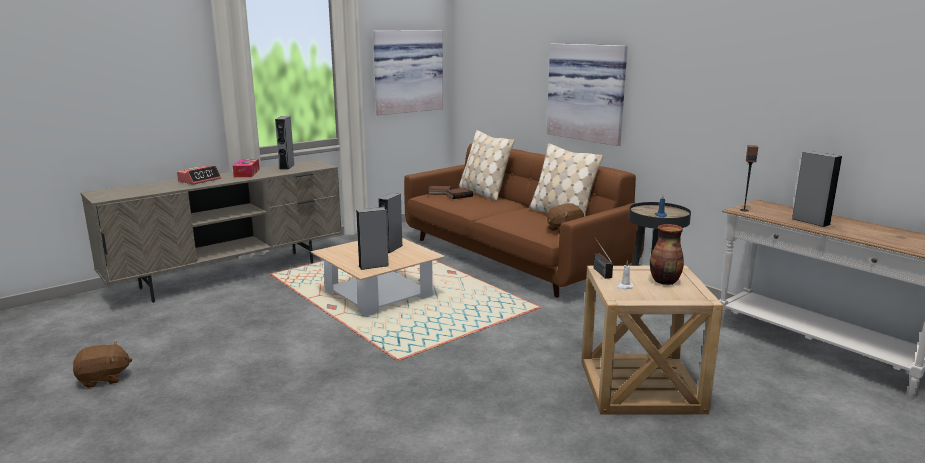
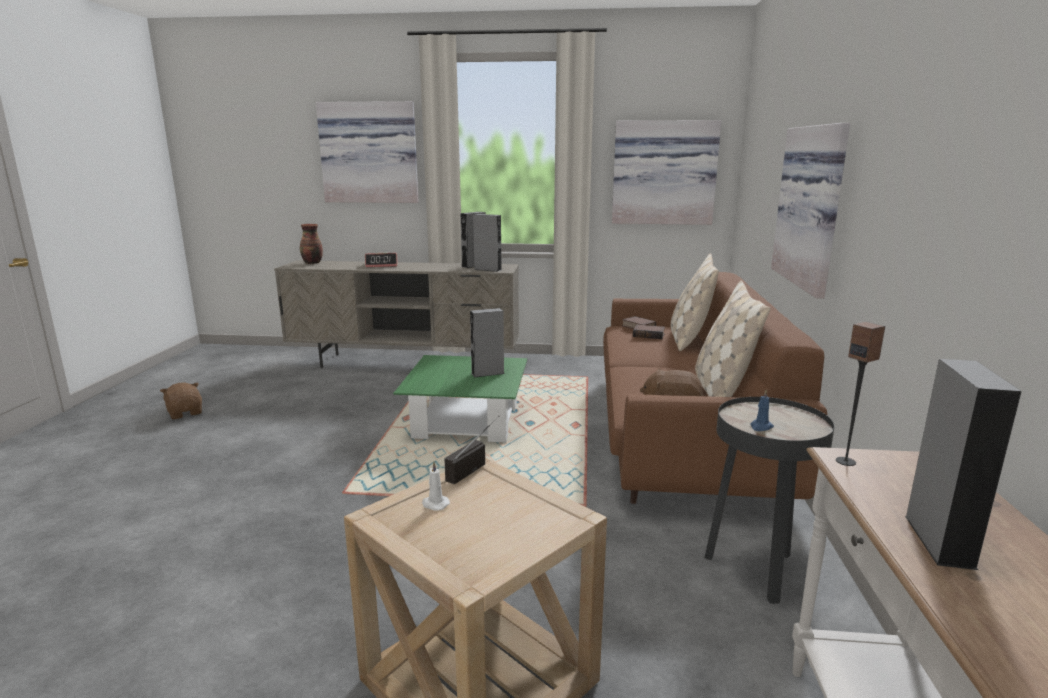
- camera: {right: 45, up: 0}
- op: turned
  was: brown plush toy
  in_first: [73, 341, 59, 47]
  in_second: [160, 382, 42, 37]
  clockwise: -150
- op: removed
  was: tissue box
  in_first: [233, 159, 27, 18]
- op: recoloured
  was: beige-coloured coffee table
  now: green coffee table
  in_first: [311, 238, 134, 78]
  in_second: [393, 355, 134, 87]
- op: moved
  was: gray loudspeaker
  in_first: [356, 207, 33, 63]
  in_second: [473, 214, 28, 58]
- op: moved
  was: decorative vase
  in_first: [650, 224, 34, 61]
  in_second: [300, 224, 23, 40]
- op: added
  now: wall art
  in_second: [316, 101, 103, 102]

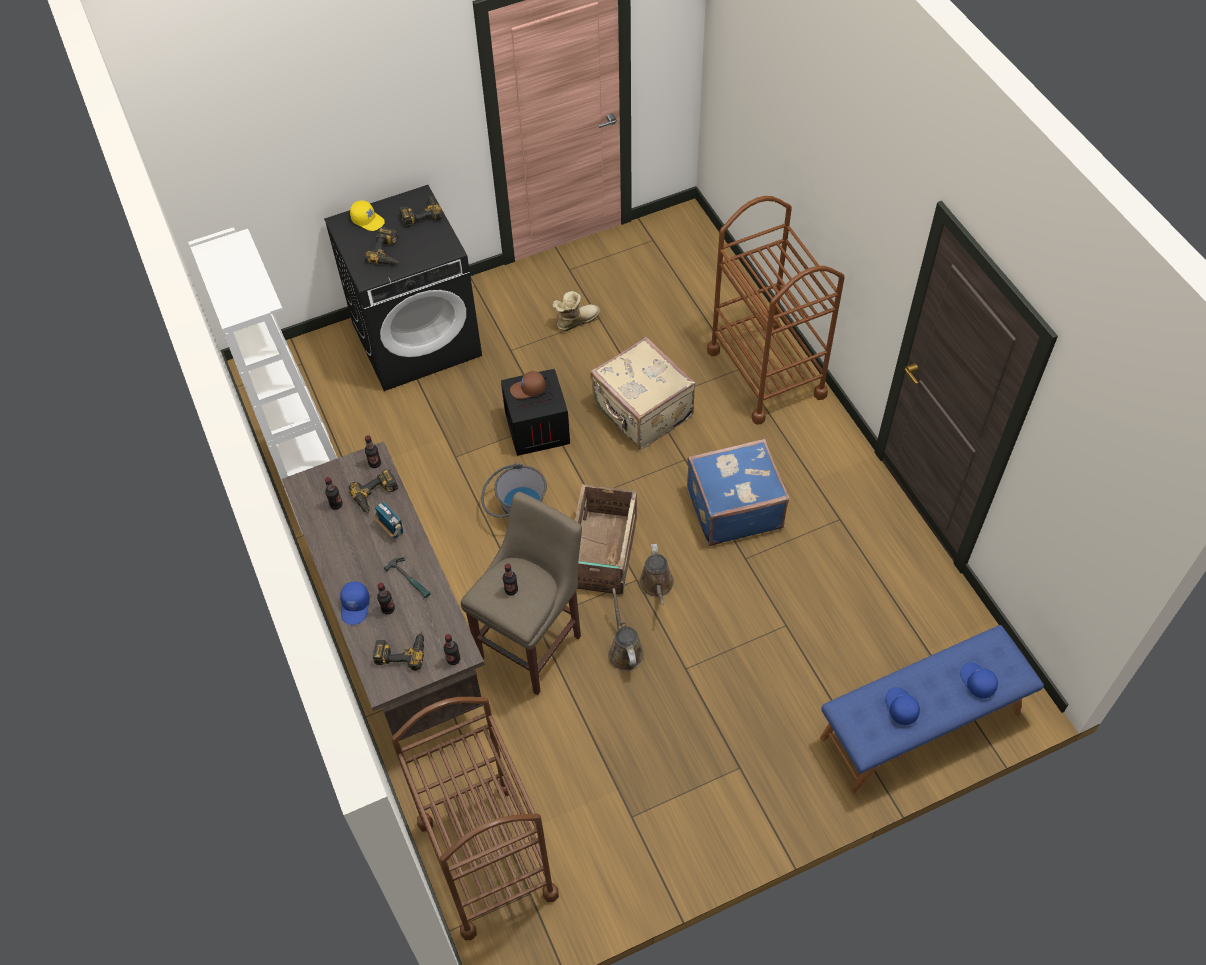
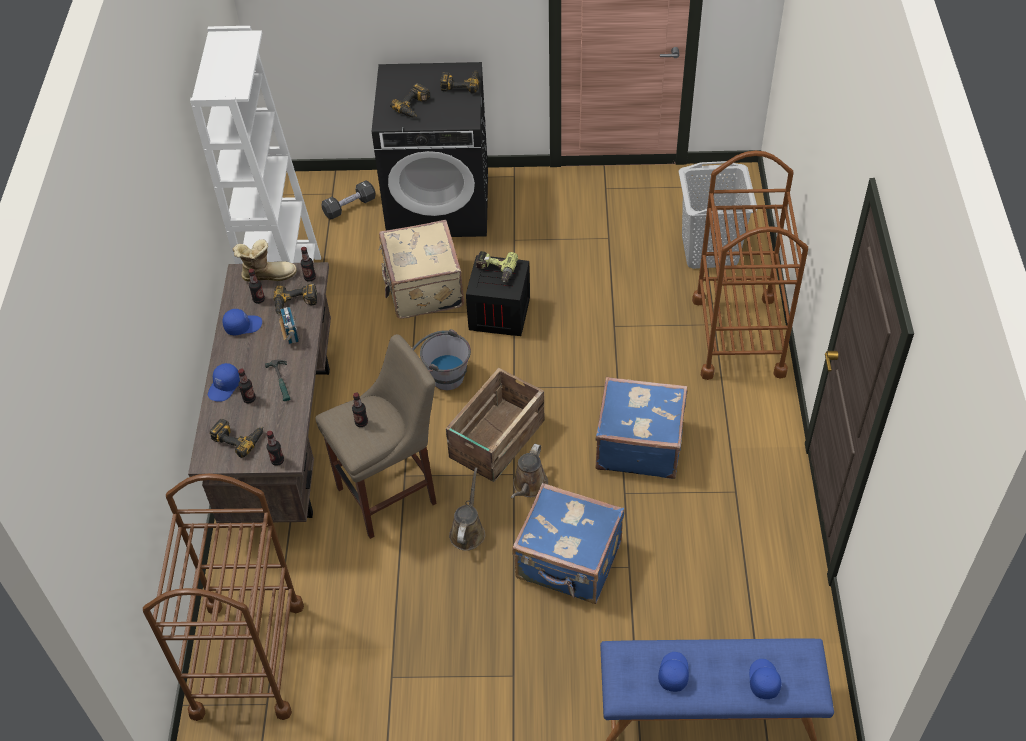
- camera: {right: 25, up: -5}
- op: removed
  was: yellow-coloured cap
  in_first: [350, 201, 35, 30]
- op: replaced
  was: brown cap
  now: power drill
  in_first: [510, 371, 35, 28]
  in_second: [475, 251, 43, 31]
- op: moved
  was: boot
  in_first: [552, 291, 48, 41]
  in_second: [233, 240, 64, 42]
- op: moved
  was: beige-coloured piece of luggage
  in_first: [590, 337, 105, 112]
  in_second: [379, 220, 85, 99]
- op: added
  now: blue cap
  in_second: [222, 309, 40, 26]
- op: added
  now: blackish hand weight
  in_second: [321, 181, 55, 39]
- op: added
  now: blue piece of luggage
  in_second: [512, 483, 113, 121]
- op: added
  now: gray washing basket
  in_second: [679, 161, 78, 108]

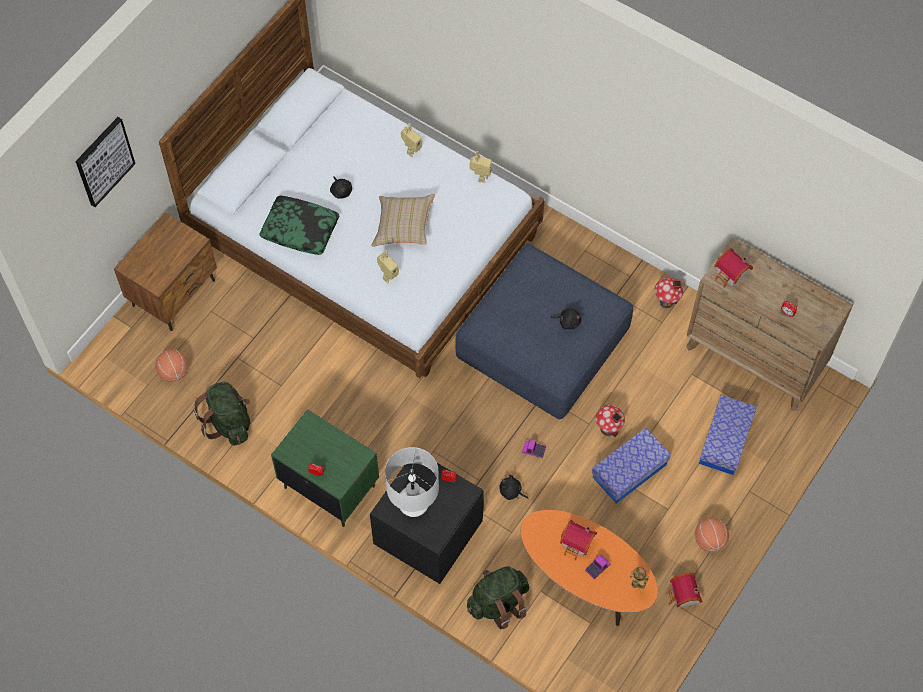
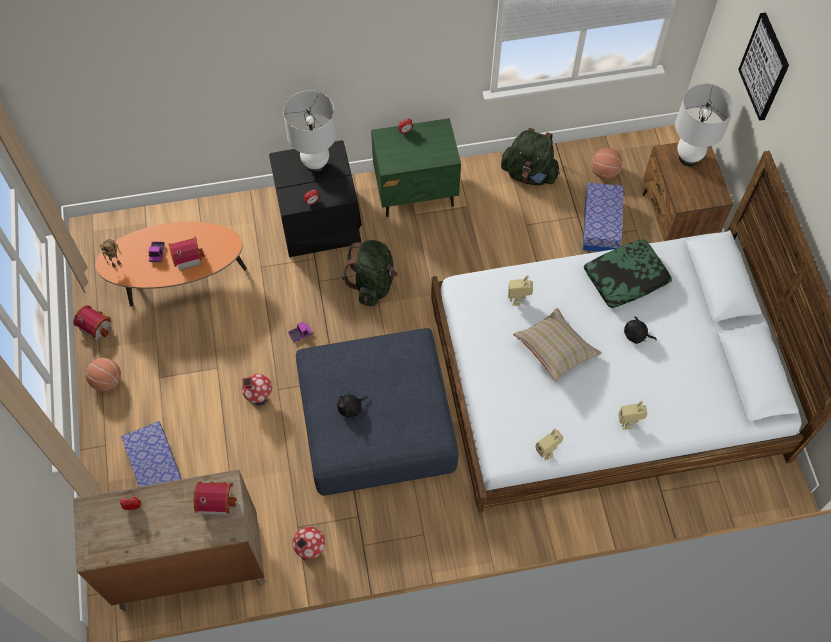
- camera: {right: 135, up: 0}
- op: moved
  was: green backpack
  in_first: [467, 566, 62, 63]
  in_second: [342, 240, 56, 66]
- op: removed
  was: blackish plush toy
  in_first: [499, 475, 29, 25]
- op: moved
  was: storage container
  in_first: [592, 428, 79, 76]
  in_second: [583, 182, 41, 70]
- op: added
  now: whitish tabletop lamp
  in_second: [675, 84, 59, 82]

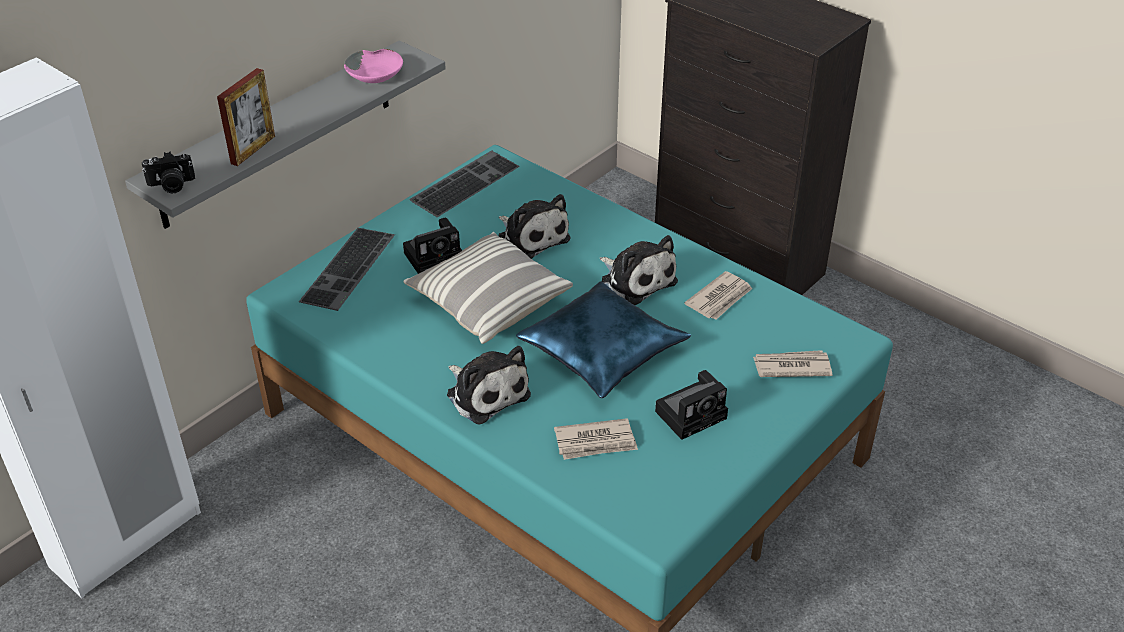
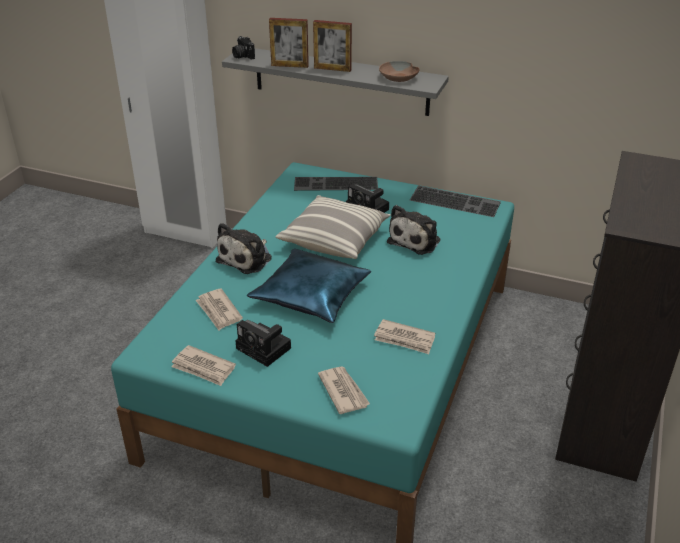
- camera: {right: 70, up: -5}
- op: recoloured
  was: pinkish bowl
  now: brown bowl
  in_first: [344, 49, 59, 34]
  in_second: [379, 61, 41, 21]
- op: removed
  was: plush toy
  in_first: [600, 235, 78, 70]
- op: added
  now: newspaper
  in_second: [171, 345, 65, 41]
- op: added
  now: picture frame
  in_second: [313, 20, 39, 52]

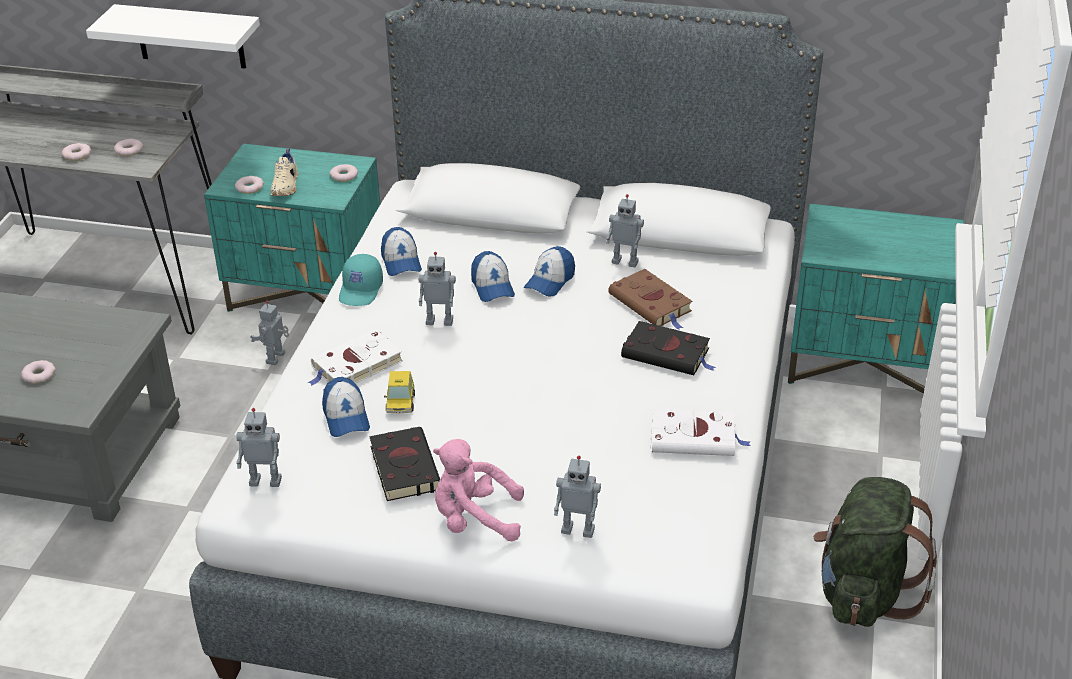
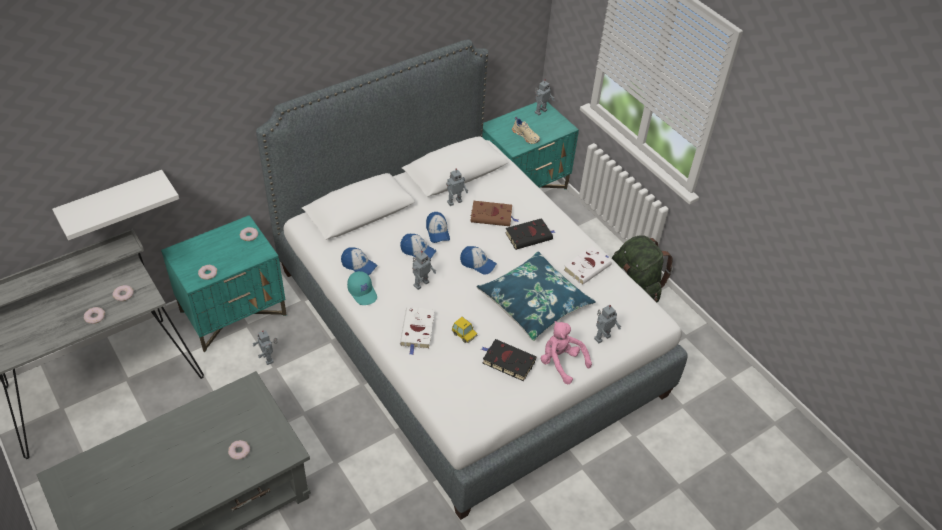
- camera: {right: -50, up: 10}
- op: moved
  was: robot figure
  in_first: [236, 408, 46, 79]
  in_second: [535, 79, 20, 36]
- op: moved
  was: beige-coloured low shoe
  in_first: [271, 149, 27, 47]
  in_second: [512, 117, 28, 27]
- op: moved
  was: cap
  in_first: [322, 377, 48, 60]
  in_second: [460, 246, 37, 28]
- op: turned
  was: pinkish plush toy
  in_first: [433, 439, 91, 102]
  in_second: [541, 321, 51, 63]
  clockwise: 90
- op: added
  now: blue cushion
  in_second: [476, 252, 120, 89]

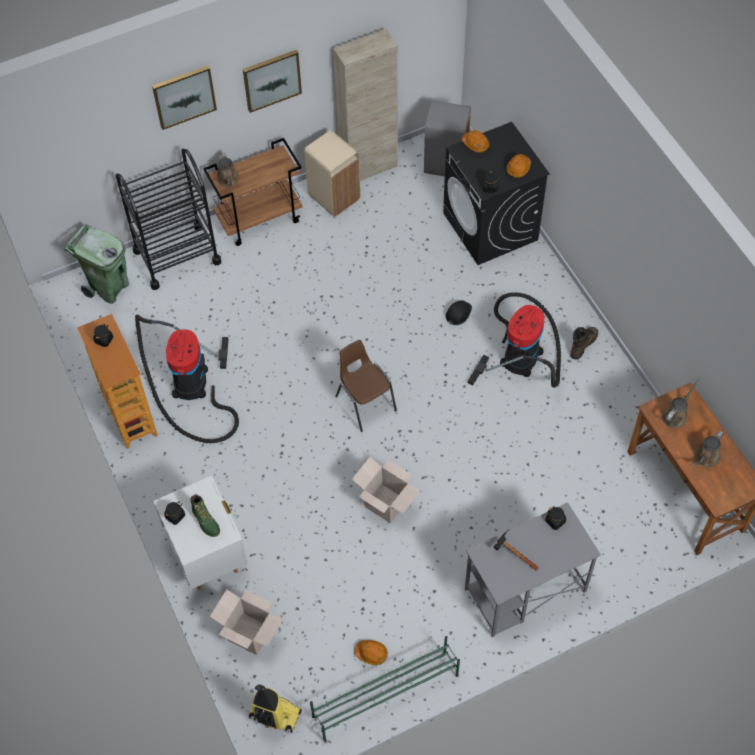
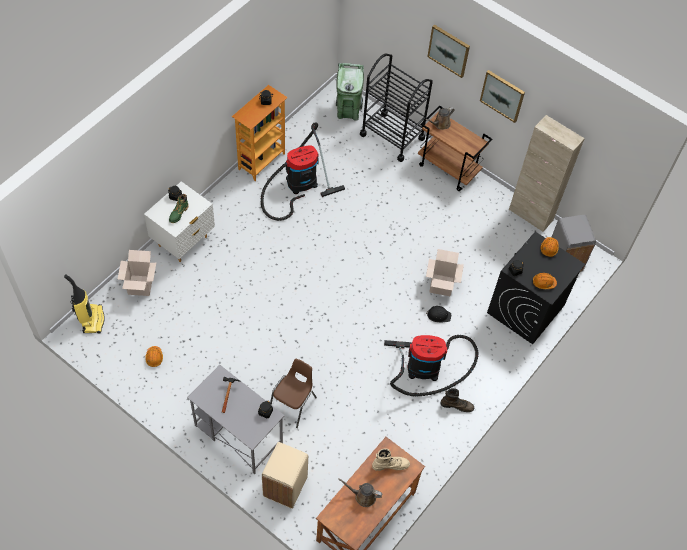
- camera: {right: 60, up: 0}
- op: moved
  was: beige-coloured rubbish bin
  in_first: [304, 130, 57, 87]
  in_second: [262, 442, 46, 67]
- op: removed
  was: green shoe shelf
  in_first: [310, 636, 150, 106]
- op: moved
  was: brown chair
  in_first: [335, 340, 62, 92]
  in_second: [270, 358, 47, 70]
- op: moved
  was: cardboard box
  in_first: [352, 457, 69, 66]
  in_second: [426, 249, 38, 47]
- op: replaced
  was: brown watering can
  now: beige-coloured boot
  in_first: [662, 377, 39, 51]
  in_second: [372, 448, 38, 23]

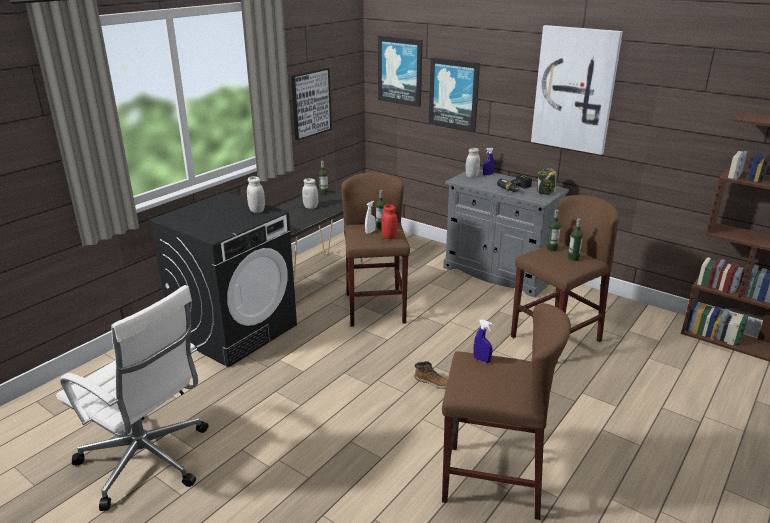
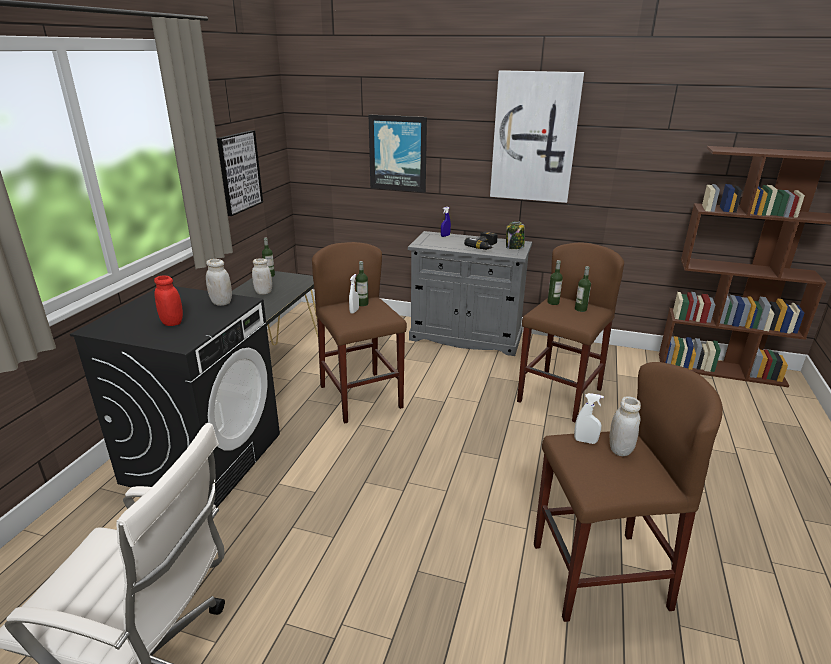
- camera: {right: -20, up: 0}
- op: removed
  was: wall art
  in_first: [378, 36, 45, 71]
- op: moved
  was: red jar
  in_first: [381, 204, 17, 35]
  in_second: [154, 275, 29, 51]
- op: removed
  was: boot
  in_first: [415, 361, 33, 28]
- op: moved
  was: whitish jar
  in_first: [466, 148, 14, 30]
  in_second: [609, 396, 32, 60]
- op: recoloured
  was: blue hand sprayer
  now: whitish hand sprayer
  in_first: [473, 319, 20, 44]
  in_second: [574, 393, 30, 51]

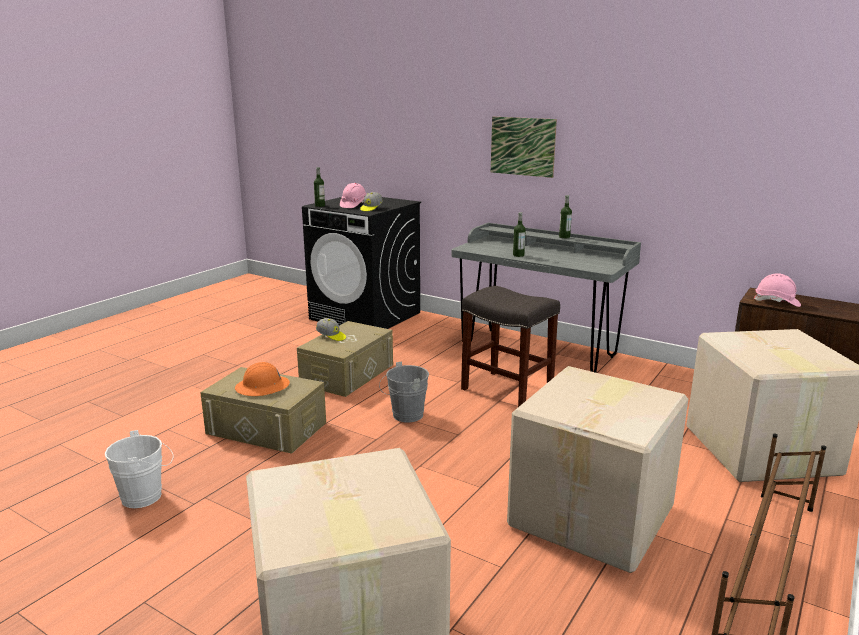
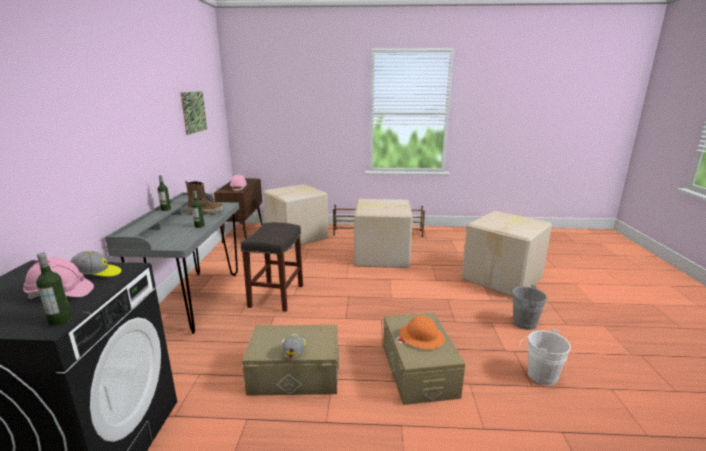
- camera: {right: -120, up: 0}
- op: moved
  was: gray pail
  in_first: [379, 361, 50, 61]
  in_second: [513, 284, 39, 46]
- op: moved
  was: wall art
  in_first: [491, 117, 66, 61]
  in_second: [180, 91, 27, 44]
- op: added
  now: boot
  in_second: [185, 181, 39, 34]

